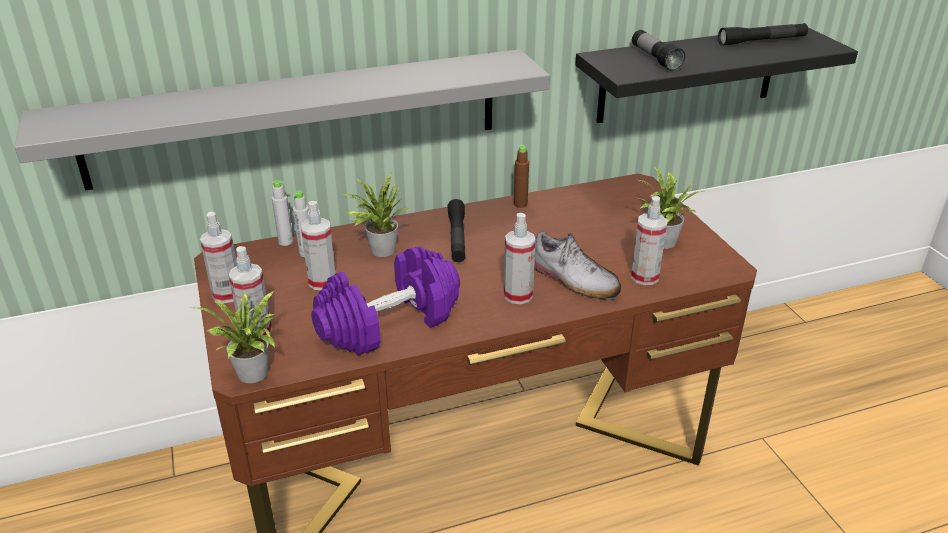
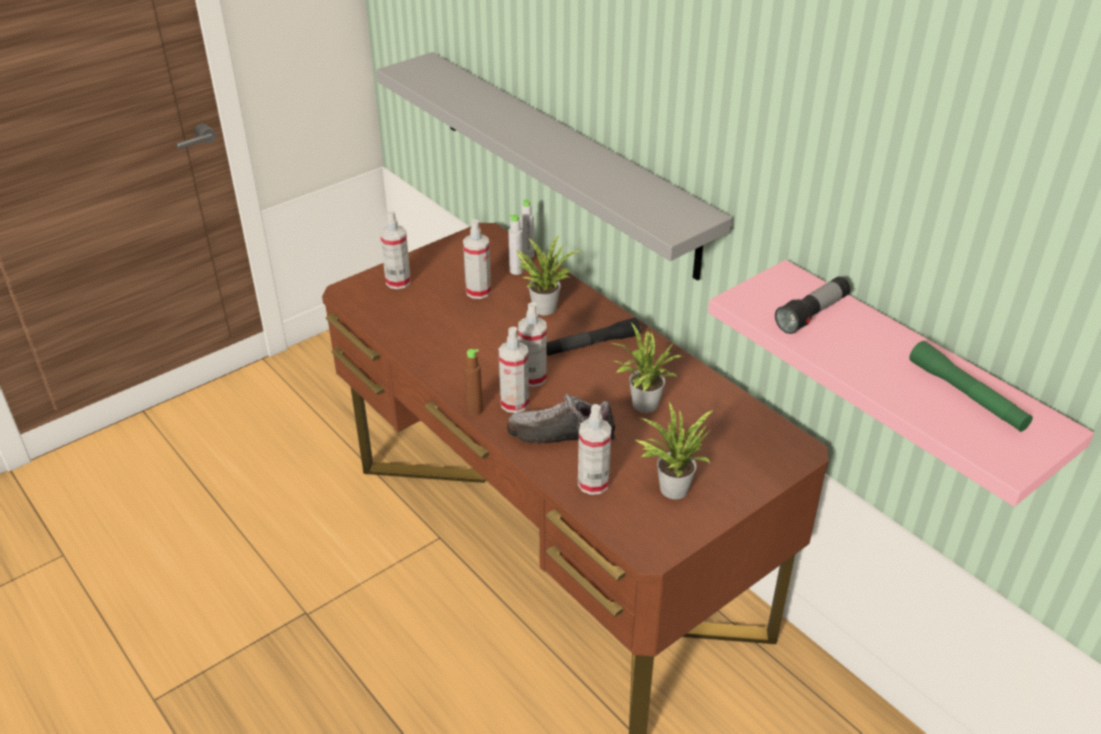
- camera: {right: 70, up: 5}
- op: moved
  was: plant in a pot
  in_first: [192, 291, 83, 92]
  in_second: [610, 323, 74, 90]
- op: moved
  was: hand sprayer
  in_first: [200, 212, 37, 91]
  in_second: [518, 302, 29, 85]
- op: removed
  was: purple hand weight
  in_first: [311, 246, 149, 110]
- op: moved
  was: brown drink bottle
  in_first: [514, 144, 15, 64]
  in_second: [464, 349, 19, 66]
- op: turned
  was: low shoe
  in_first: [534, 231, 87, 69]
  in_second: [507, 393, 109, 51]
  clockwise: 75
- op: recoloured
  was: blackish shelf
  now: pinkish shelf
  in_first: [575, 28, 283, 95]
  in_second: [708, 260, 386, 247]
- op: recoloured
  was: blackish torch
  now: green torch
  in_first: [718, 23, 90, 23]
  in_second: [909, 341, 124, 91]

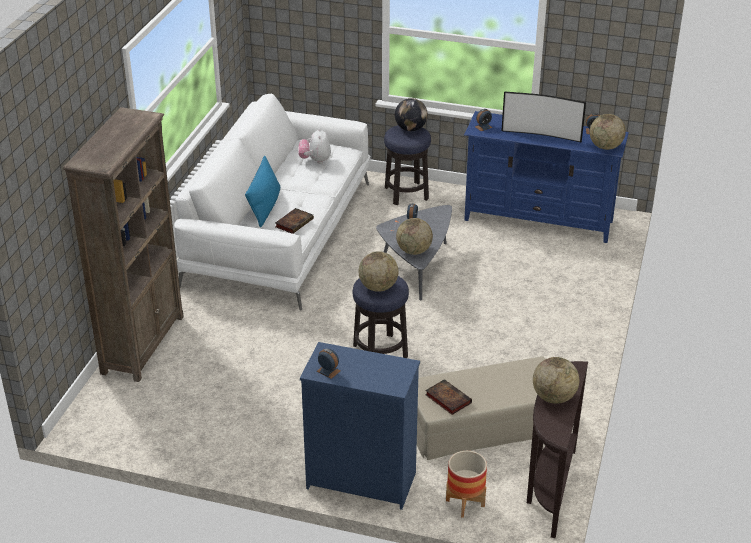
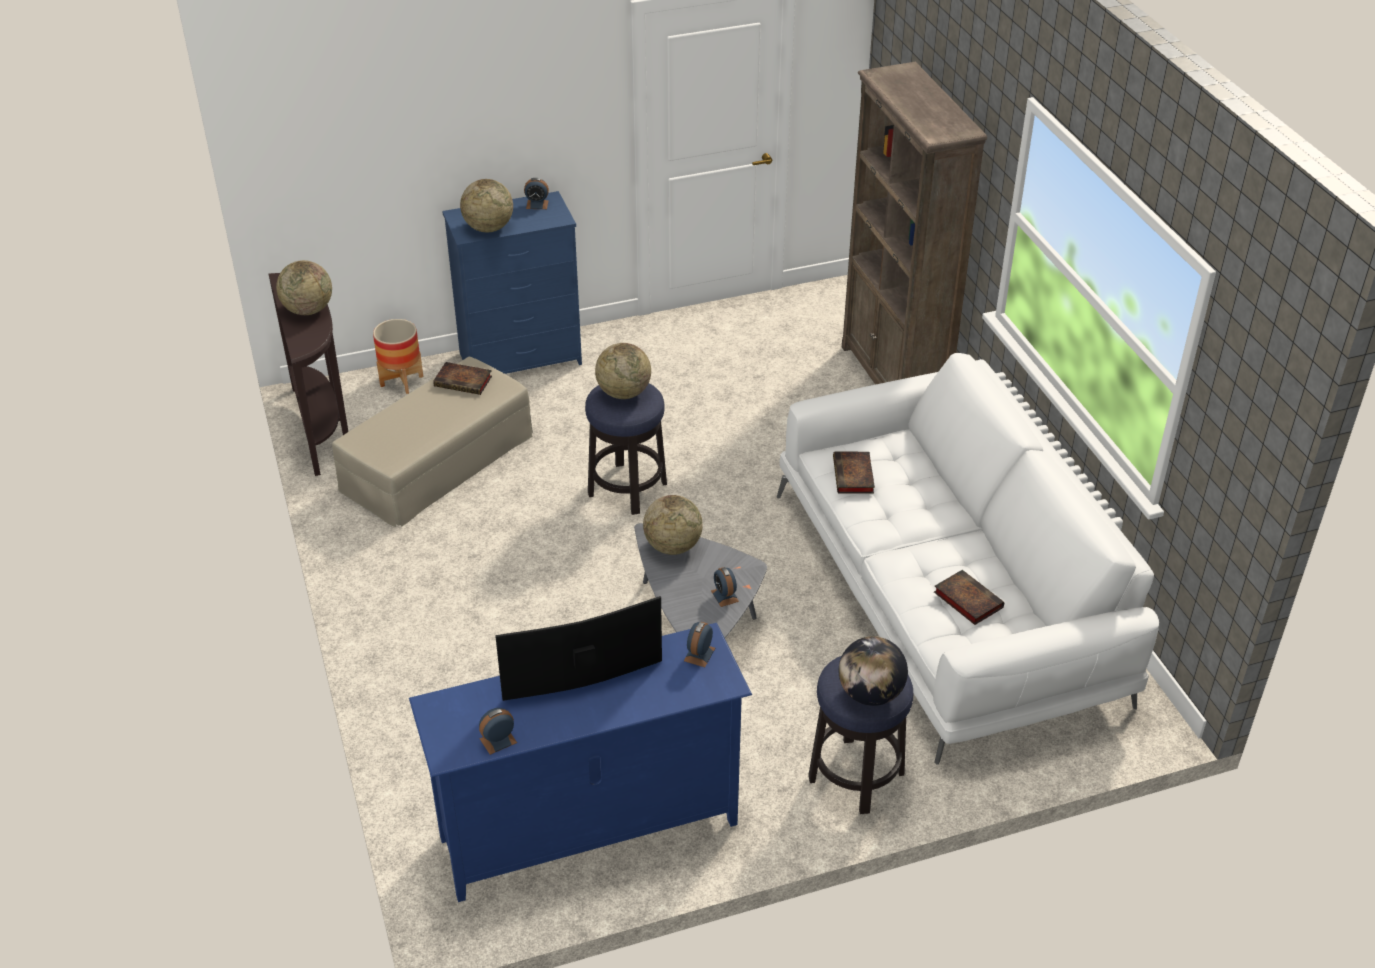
- camera: {right: 145, up: 5}
- op: removed
  was: blue cushion
  in_first: [245, 156, 35, 71]
- op: replaced
  was: plush toy
  now: volume
  in_first: [298, 128, 33, 36]
  in_second: [934, 570, 70, 55]
- op: moved
  was: desk globe
  in_first: [590, 114, 36, 36]
  in_second: [460, 179, 53, 53]

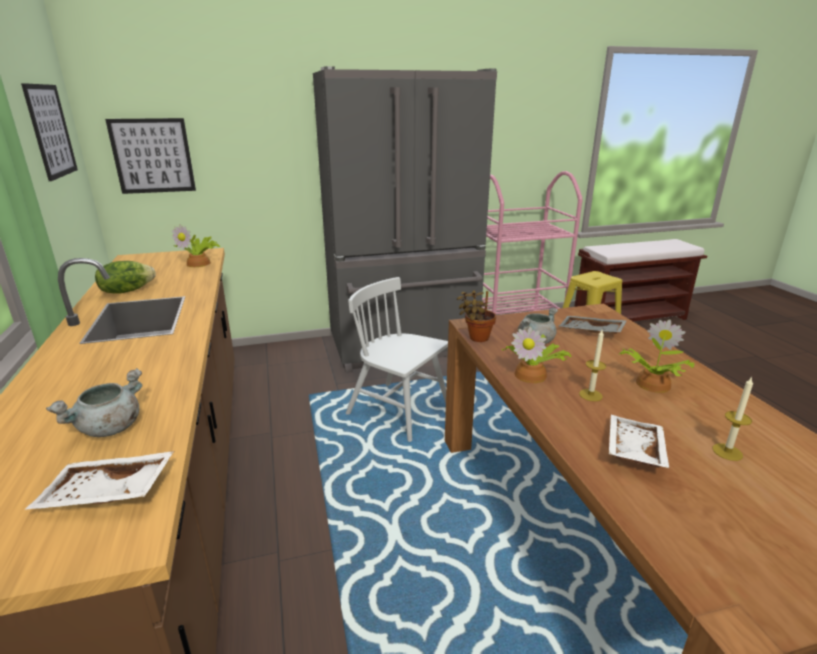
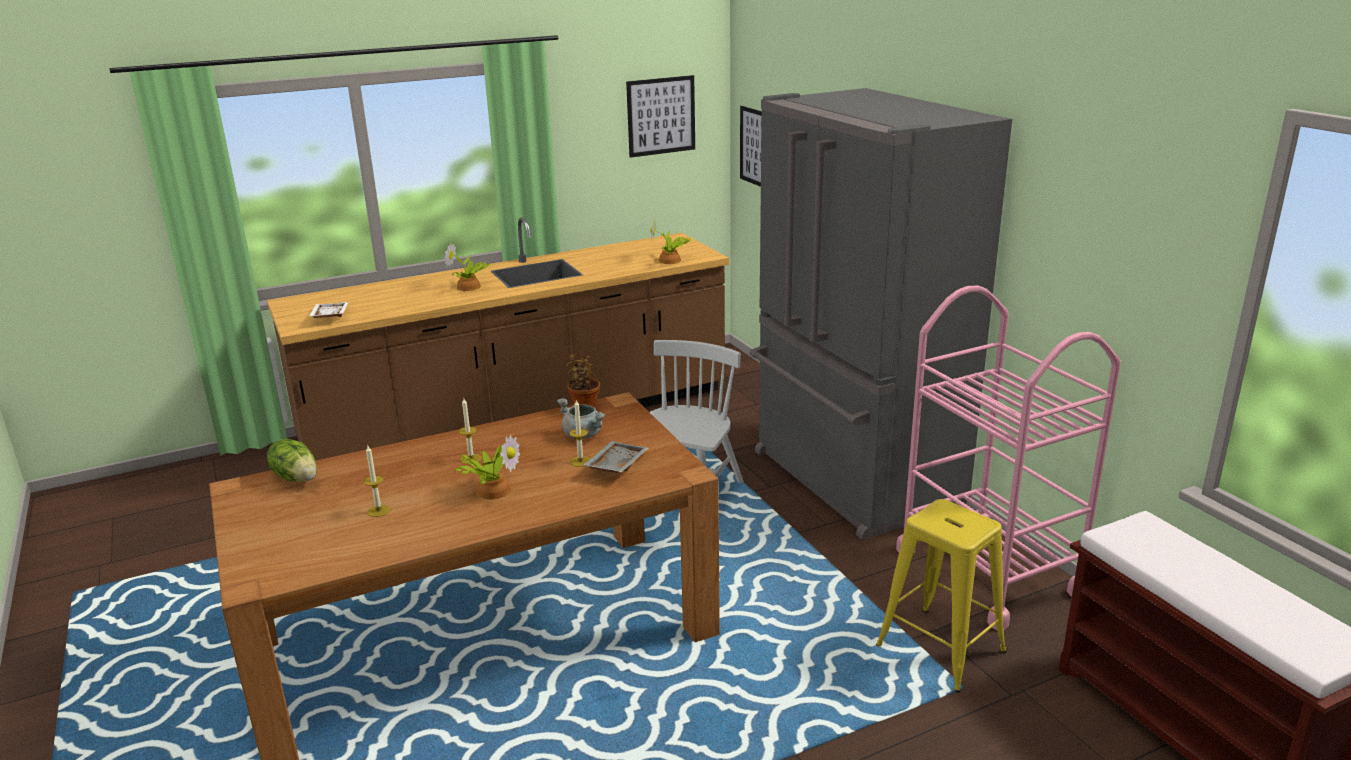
- camera: {right: 80, up: 0}
- op: removed
  was: gray cooking pot
  in_first: [46, 368, 96, 69]
- op: moved
  was: lettuce
  in_first: [95, 261, 61, 32]
  in_second: [267, 439, 50, 43]
- op: moved
  was: plant in a pot
  in_first: [501, 327, 70, 56]
  in_second: [444, 243, 47, 48]
- op: removed
  was: whitish tray
  in_first: [609, 415, 61, 54]
- op: added
  now: wax candle
  in_second: [570, 400, 20, 67]

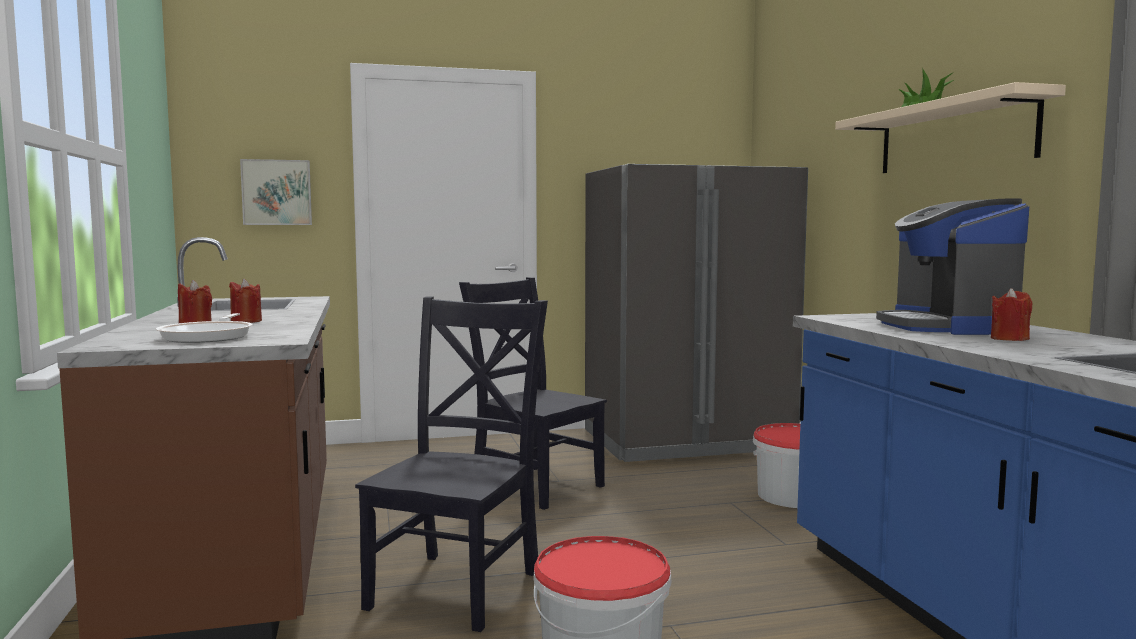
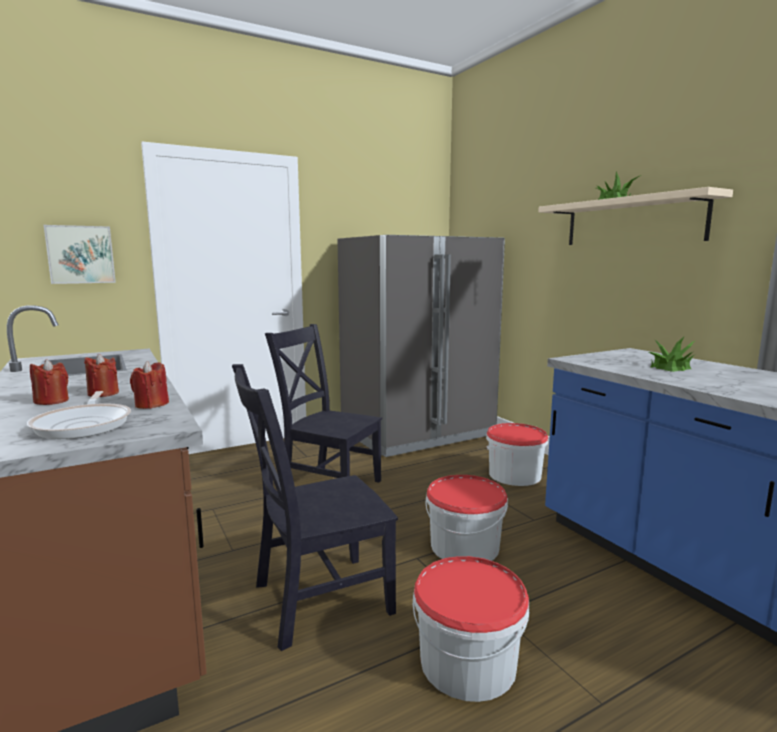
- camera: {right: -15, up: 5}
- op: turned
  was: blackish chair
  in_first: [355, 296, 193, 336]
  in_second: [232, 364, 166, 287]
  clockwise: -120
- op: replaced
  was: coffee maker
  now: plant in a pot
  in_first: [876, 198, 153, 137]
  in_second: [648, 336, 47, 36]
- op: moved
  was: red wax candle
  in_first: [991, 288, 41, 53]
  in_second: [130, 361, 39, 48]
- op: added
  now: pail
  in_second: [426, 475, 82, 86]

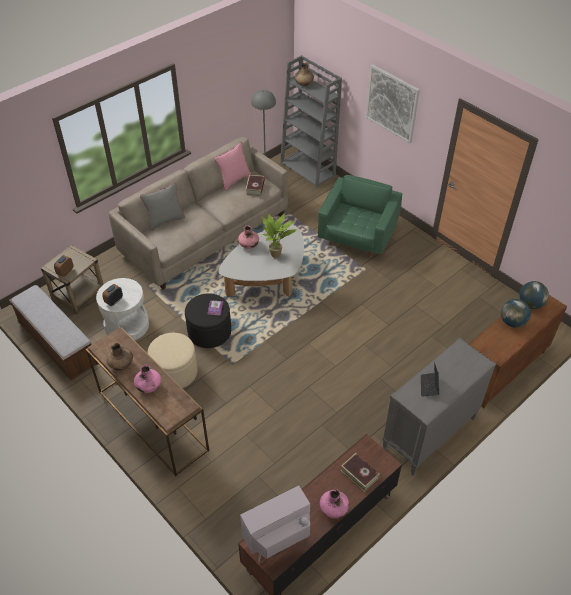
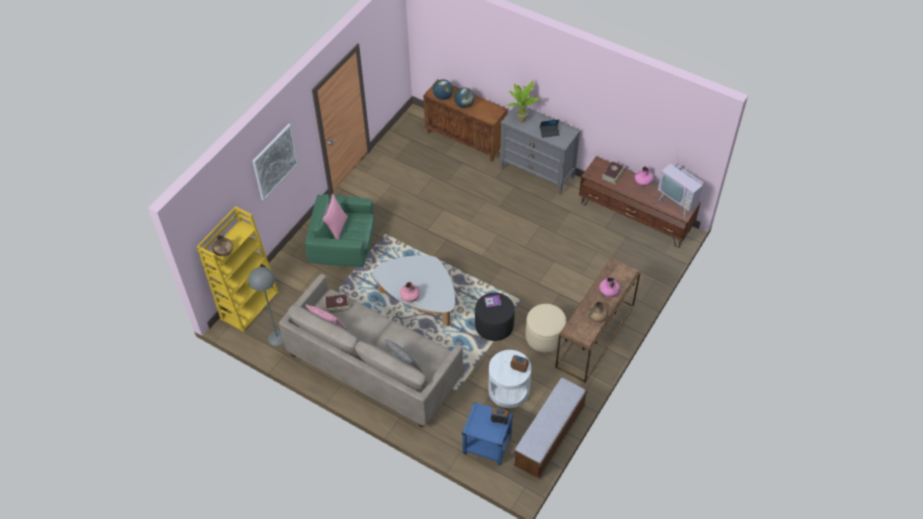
- camera: {right: -105, up: 5}
- op: recoloured
  was: beige-coloured accent table
  now: blue accent table
  in_first: [41, 245, 63, 70]
  in_second: [462, 402, 51, 64]
- op: moved
  was: plant in a pot
  in_first: [262, 214, 35, 44]
  in_second: [507, 81, 34, 41]
- op: recoloured
  was: gray bookcase
  now: yellow-coloured bookcase
  in_first: [280, 55, 62, 132]
  in_second: [197, 206, 82, 126]
- op: added
  now: pinkish cushion
  in_second: [323, 194, 25, 45]

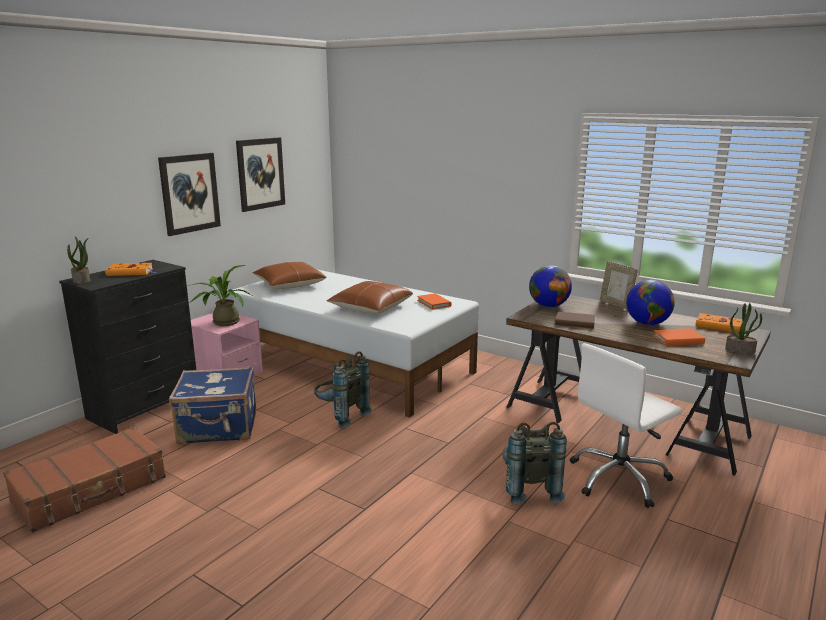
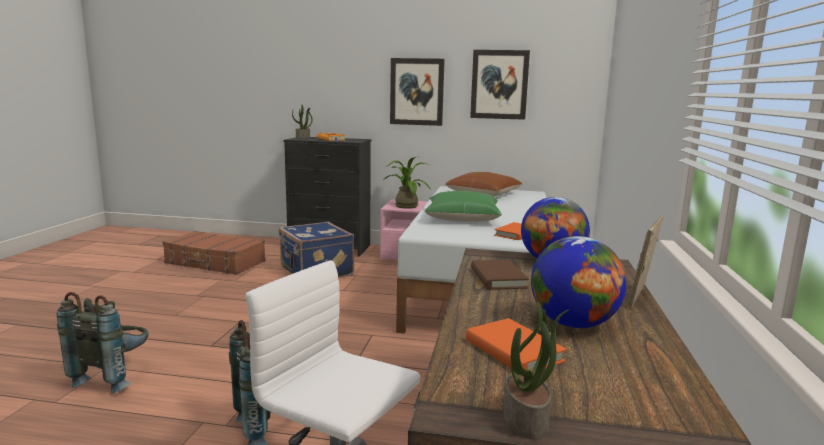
- camera: {right: 65, up: -5}
- op: moved
  was: gray backpack
  in_first: [314, 351, 58, 77]
  in_second: [57, 292, 92, 102]
- op: recoloured
  was: brown cushion
  now: green cushion
  in_first: [327, 281, 86, 33]
  in_second: [425, 191, 77, 31]
- op: removed
  was: orange volume
  in_first: [696, 313, 46, 20]

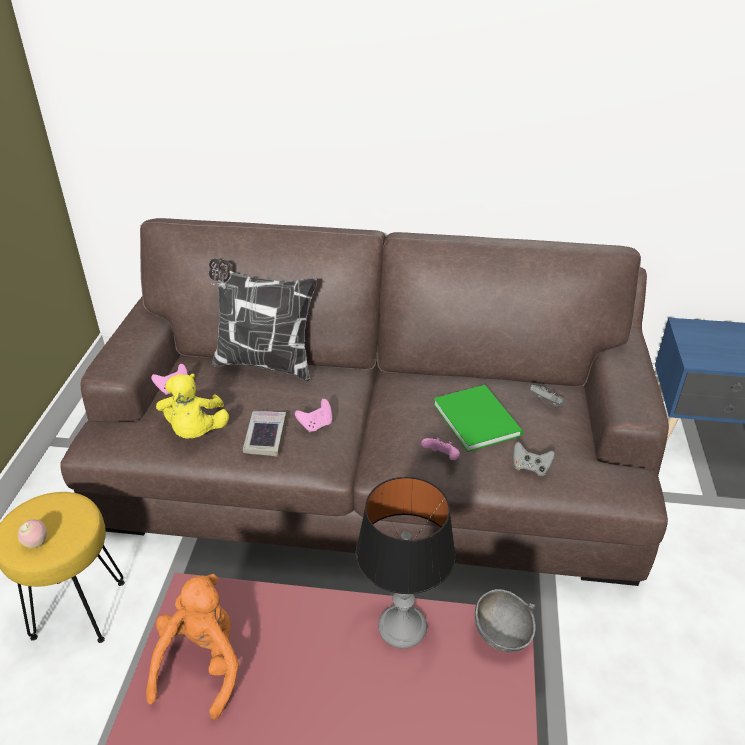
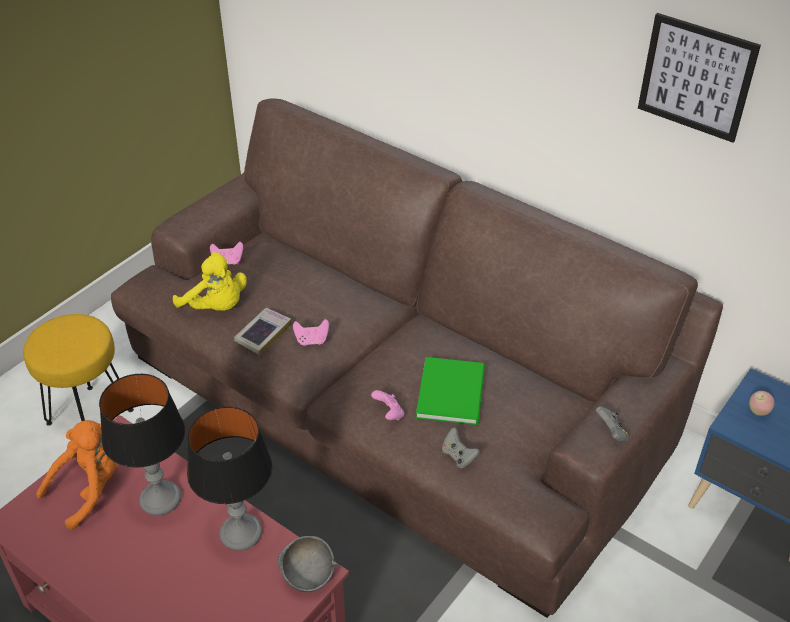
- camera: {right: 30, up: 5}
- op: moved
  was: apple
  in_first: [18, 520, 29, 28]
  in_second: [749, 391, 26, 25]
- op: turned
  was: yellow-coloured plush toy
  in_first: [156, 374, 73, 65]
  in_second: [173, 252, 74, 59]
  clockwise: -75
- op: removed
  was: cushion
  in_first: [209, 258, 108, 124]
- op: moved
  was: gray joypad
  in_first: [530, 385, 35, 22]
  in_second: [596, 406, 33, 35]
- op: added
  now: tabletop lamp
  in_second: [99, 374, 86, 142]
- op: added
  now: wall art
  in_second: [638, 13, 123, 130]

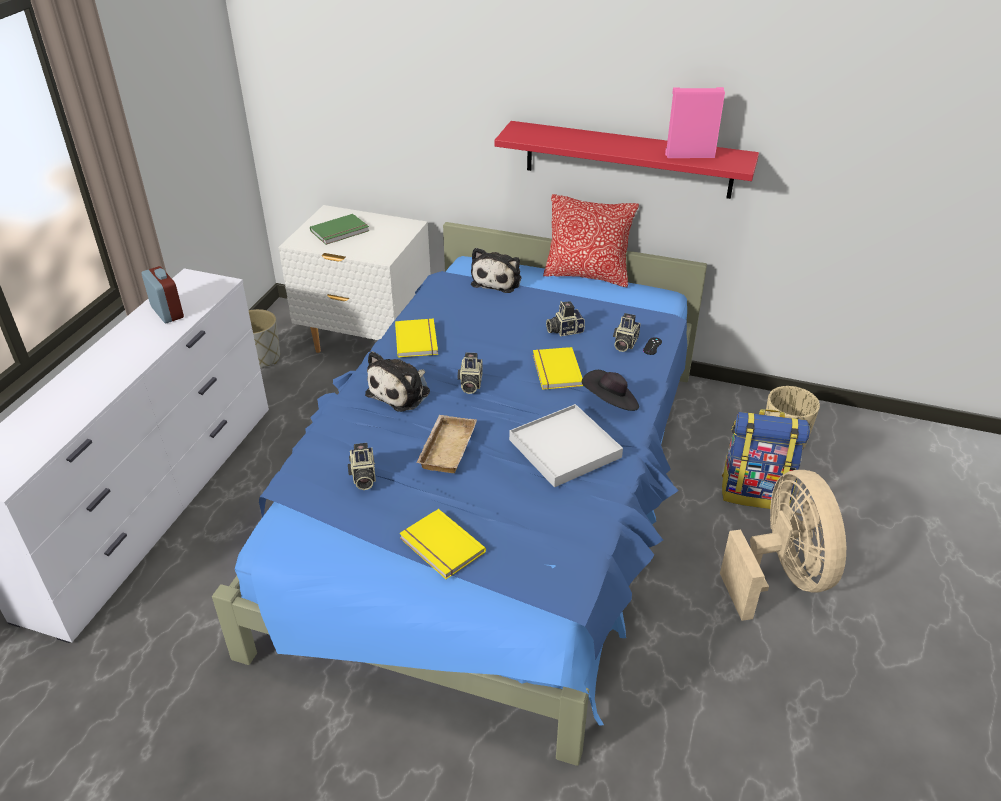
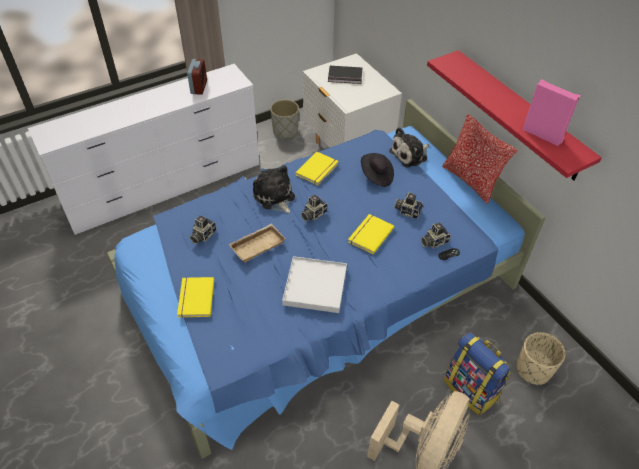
- camera: {right: 40, up: 10}
- op: recoloured
  was: green volume
  now: blackish volume
  in_first: [310, 214, 59, 31]
  in_second: [328, 66, 34, 18]
- op: turned
  was: plush toy
  in_first: [365, 351, 65, 61]
  in_second: [253, 165, 42, 49]
  clockwise: 75
- op: moved
  was: blackish hat
  in_first: [582, 370, 57, 41]
  in_second: [361, 153, 33, 34]

